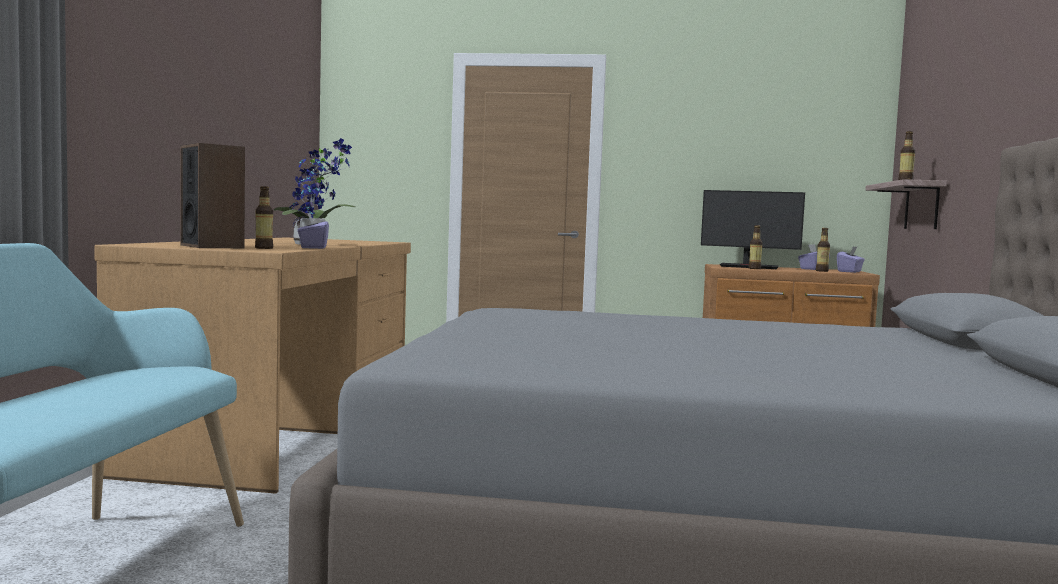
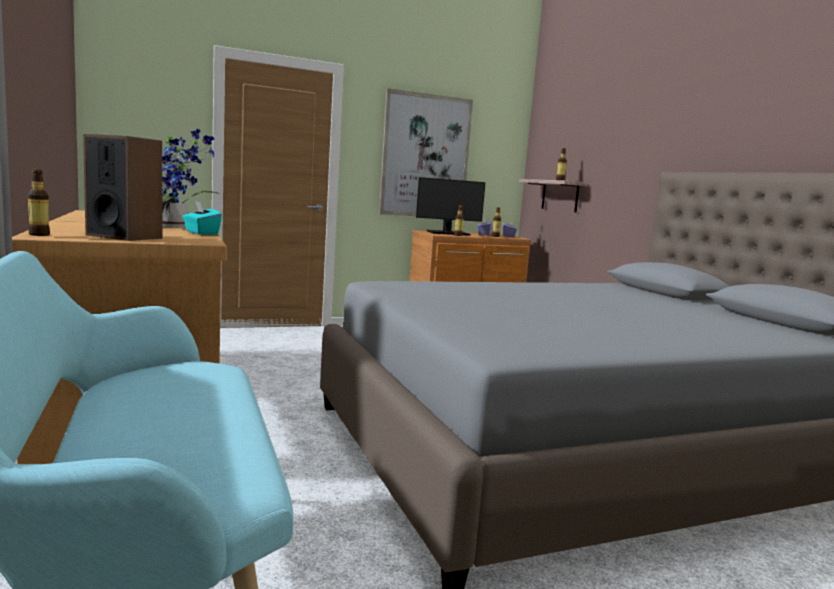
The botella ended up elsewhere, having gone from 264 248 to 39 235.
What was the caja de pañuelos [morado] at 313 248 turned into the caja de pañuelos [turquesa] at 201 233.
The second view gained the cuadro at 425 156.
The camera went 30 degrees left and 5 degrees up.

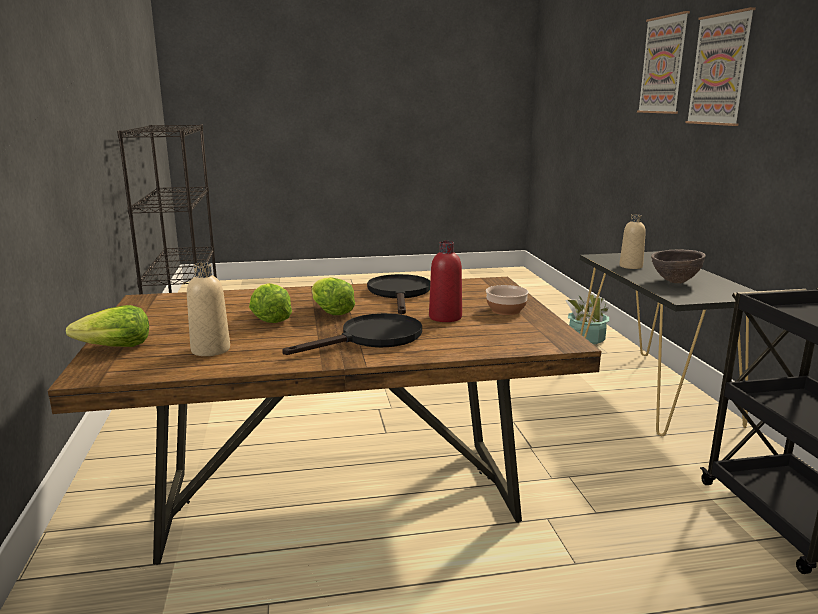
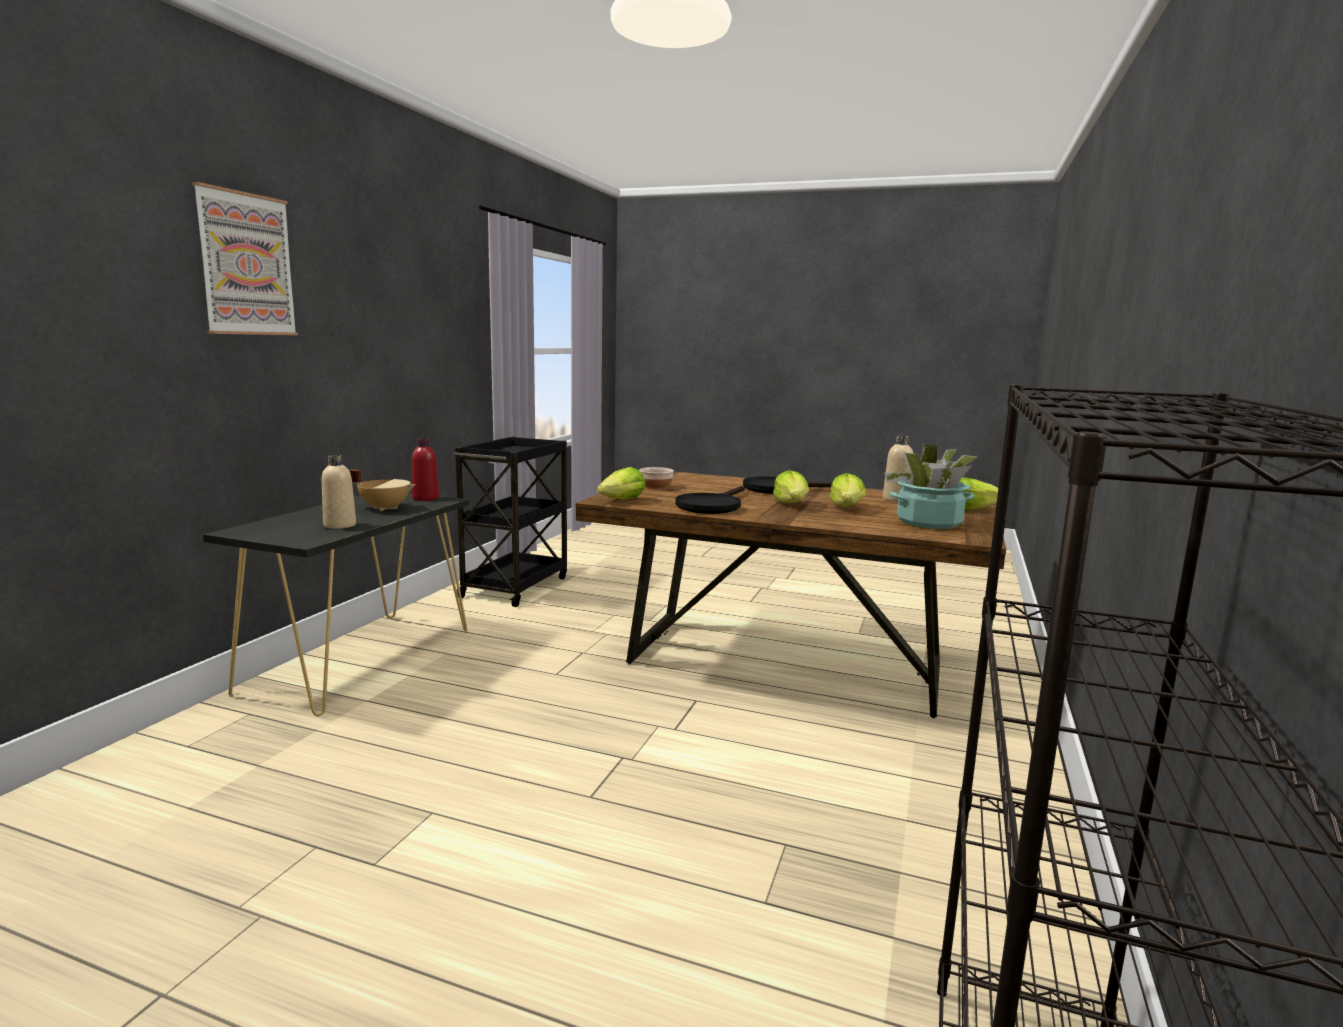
Where the cuenco [marrón] stood at 674 282, the olla [beis] came to stand at 385 508.
The botella [rojo] ended up elsewhere, having gone from 445 317 to 425 498.
The second view gained the lechuga at 622 500.
The planta en maceta ended up elsewhere, having gone from 586 338 to 929 522.
The second view lost the cuadro at 663 65.
The camera went 150 degrees left and 5 degrees down.

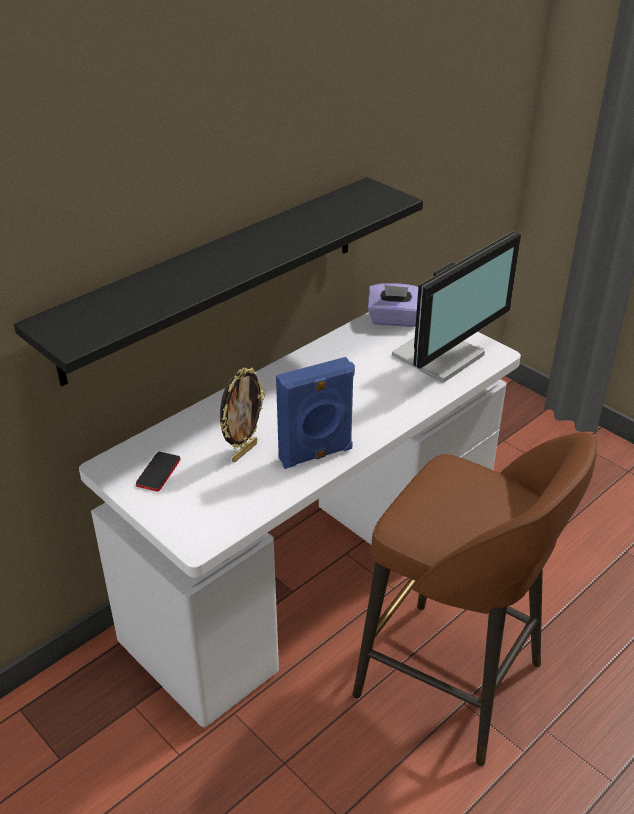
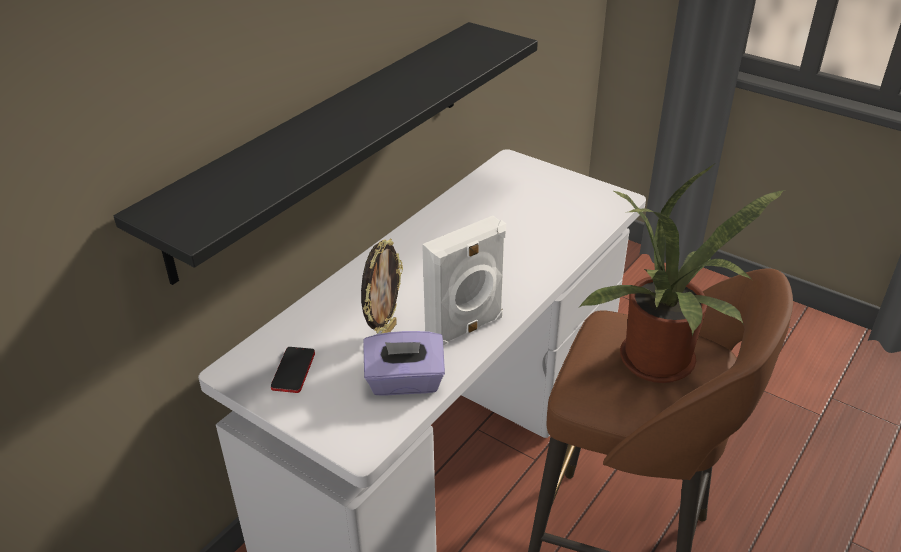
The caja de pañuelos [morado] ended up elsewhere, having gone from 394 319 to 405 382.
What was the altavoz [azul] at 316 455 turned into the altavoz [blanco] at 466 329.
The second view gained the planta en maceta at 660 366.
The second view lost the monitor at 442 356.
The camera went 10 degrees left and 0 degrees up.

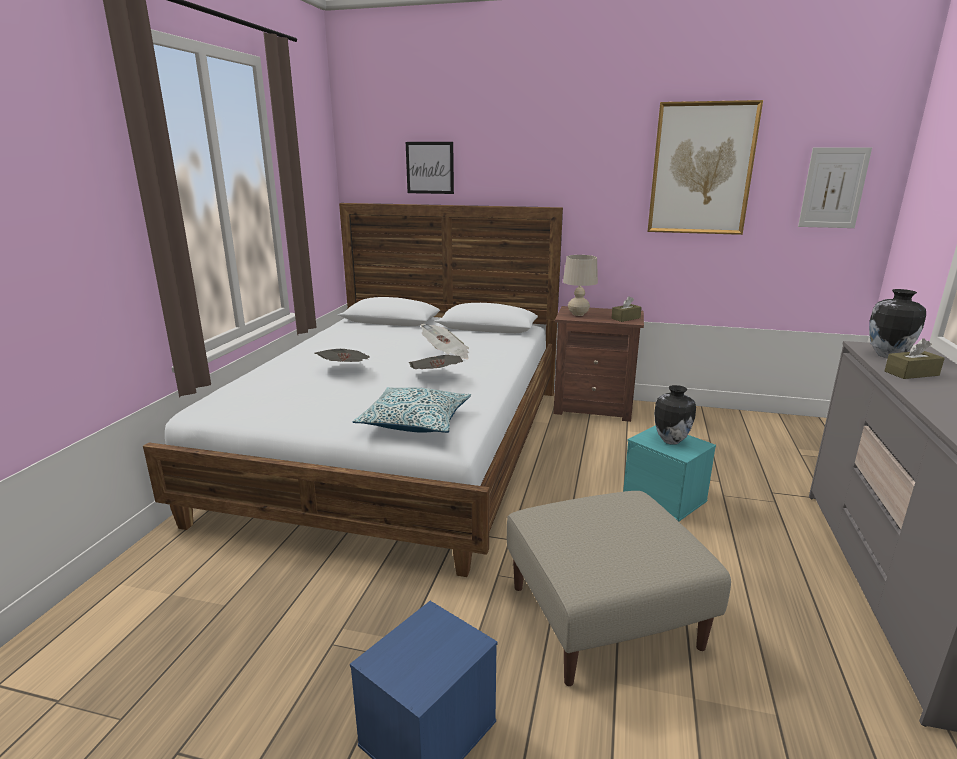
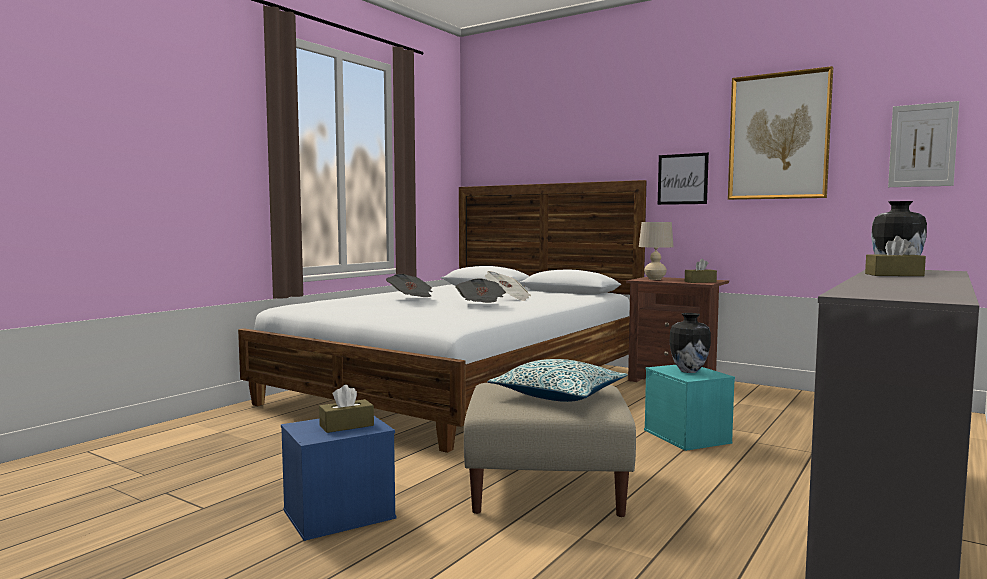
The second view gained the caja de pañuelos [marrón] at 346 425.
The cojín ended up elsewhere, having gone from 415 422 to 559 395.
The cuadro ended up elsewhere, having gone from 430 168 to 682 179.
The camera went 20 degrees right and 15 degrees down.

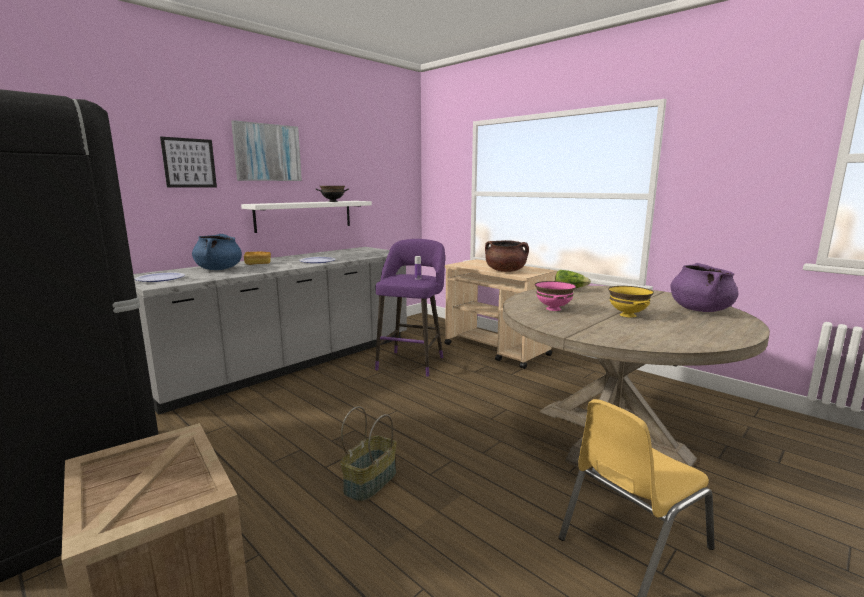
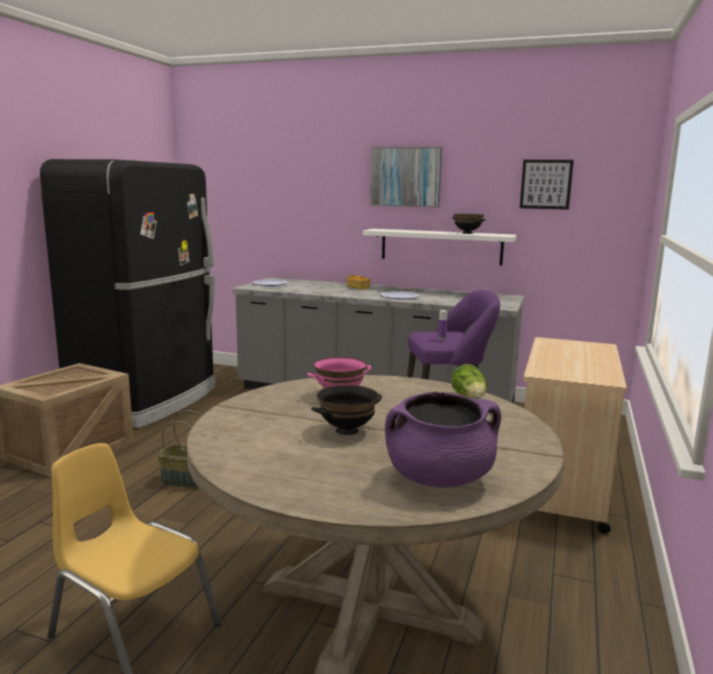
What was the cuenco [amarillo] at 628 315 turned into the cuenco [negro] at 347 431.
The cuadro ended up elsewhere, having gone from 189 163 to 546 184.
The second view lost the olla [azul] at 219 269.
The second view lost the olla [marrón] at 505 271.
The camera went 65 degrees right and 0 degrees up.

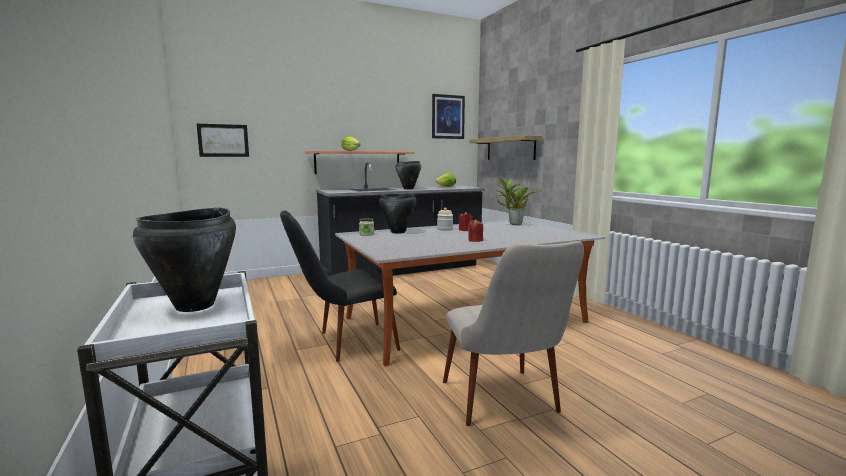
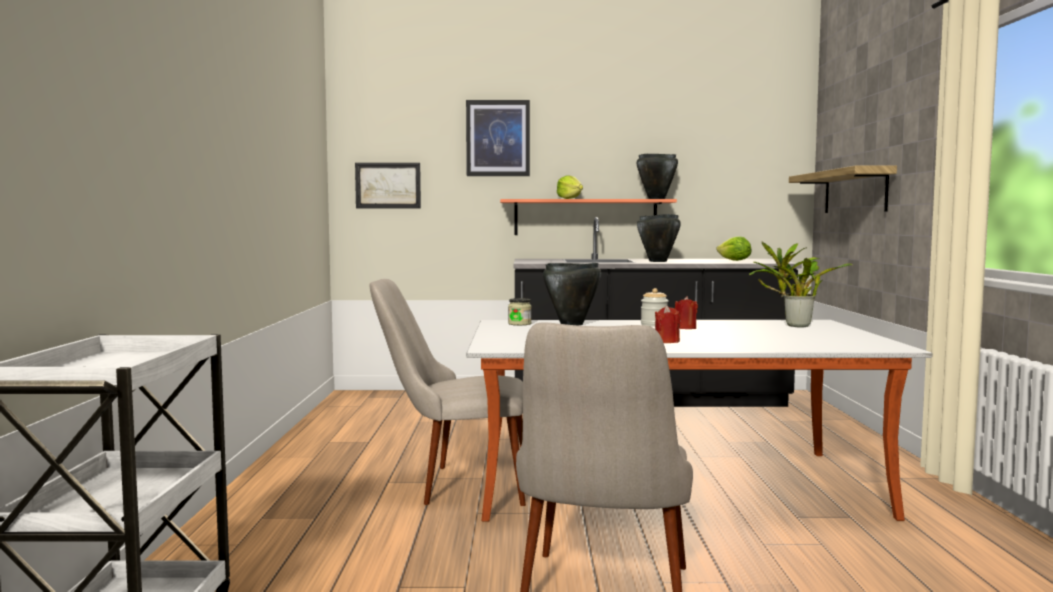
What was the silla [negro] at 343 343 turned into the silla [beis] at 455 485.
The cuadro ended up elsewhere, having gone from 448 117 to 498 138.
The olla [negro] ended up elsewhere, having gone from 196 306 to 657 199.
The camera went 25 degrees right and 5 degrees down.

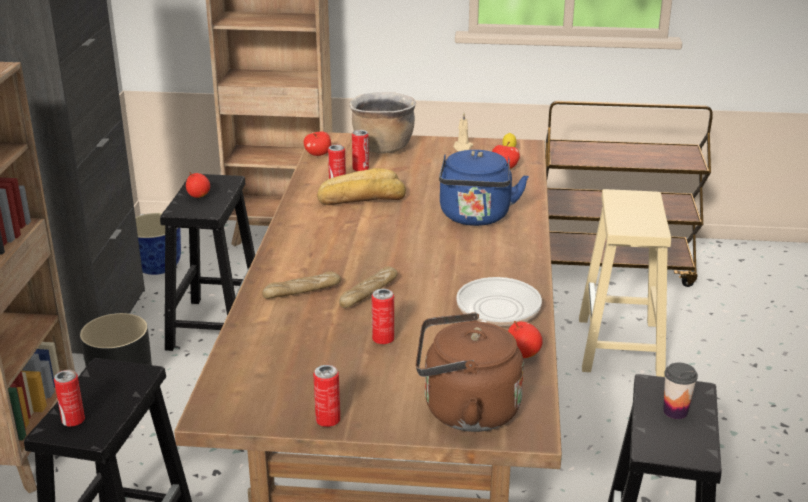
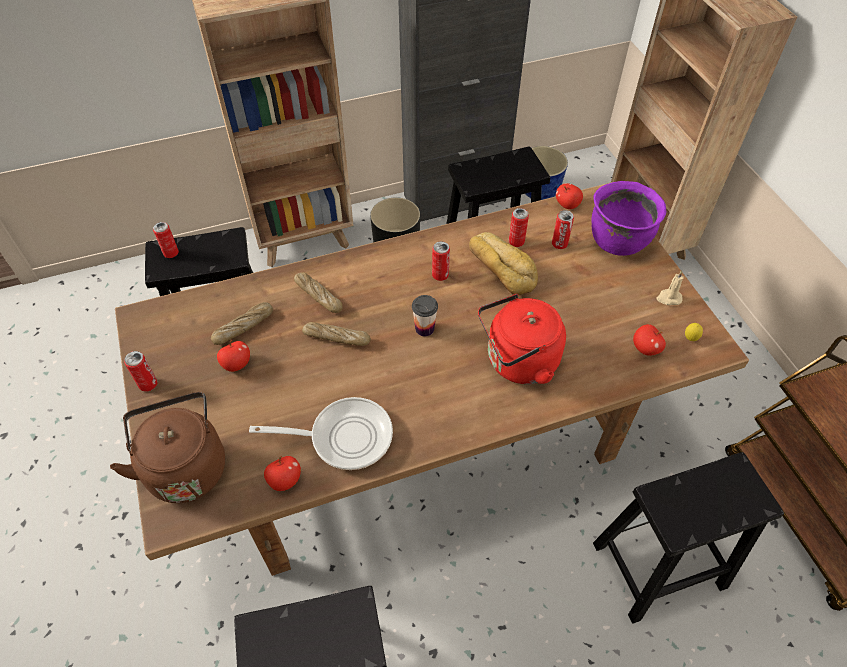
The second view gained the pan at 243 327.
The manzana ended up elsewhere, having gone from 198 196 to 236 364.
The taza ended up elsewhere, having gone from 675 412 to 424 328.
The lata ended up elsewhere, having gone from 383 339 to 440 275.
What was the hervidor [azul] at 475 217 turned into the hervidor [rojo] at 518 362.
What was the olla [marrón] at 382 147 turned into the olla [morado] at 618 241.
What was the taburete [beis] at 620 347 turned into the taburete [negro] at 657 566.
The camera went 65 degrees right and 25 degrees up.

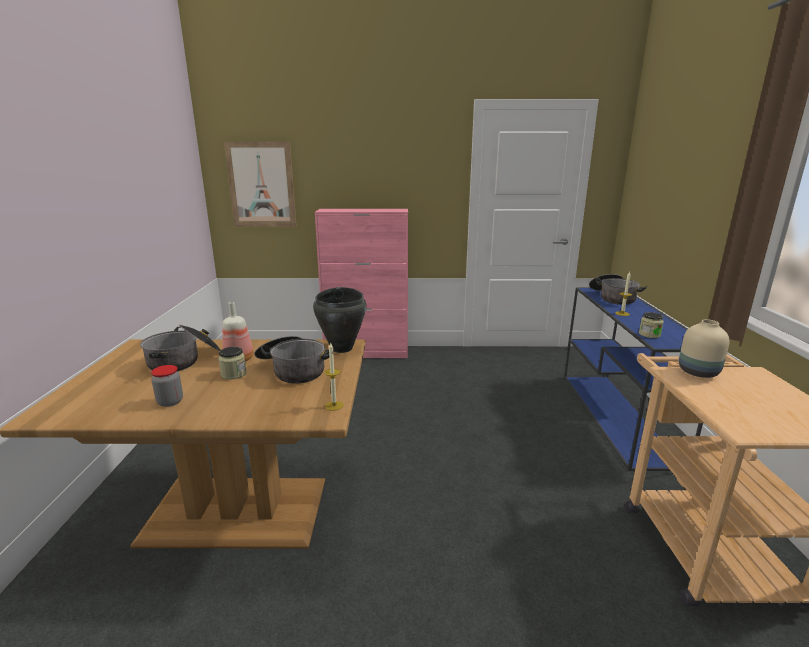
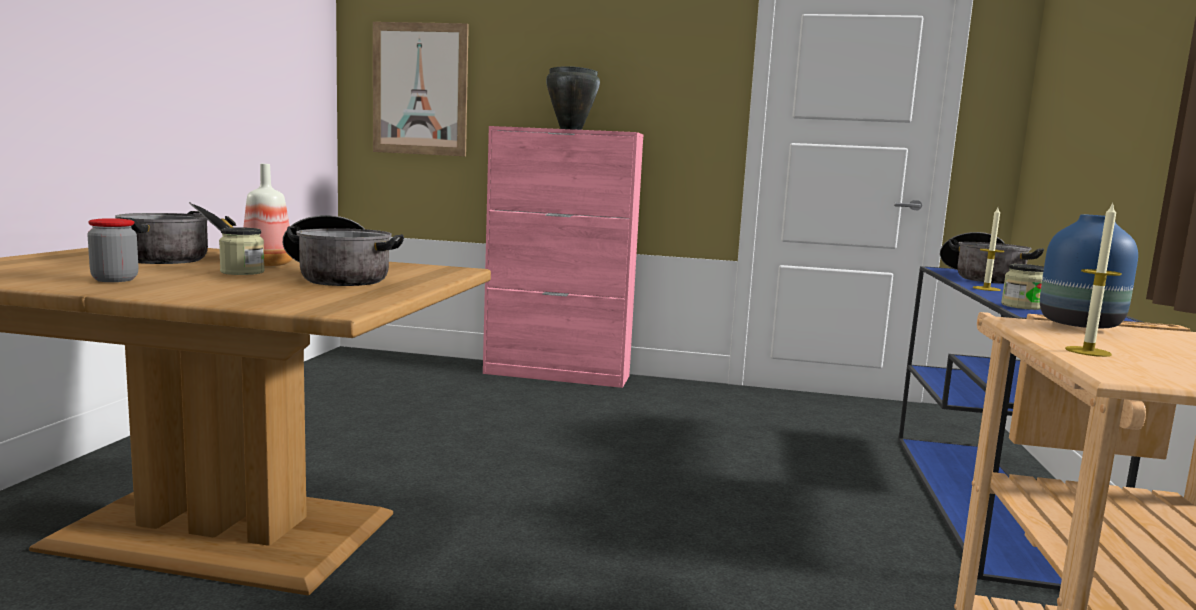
The olla [negro] ended up elsewhere, having gone from 342 348 to 571 129.
What was the florero [beis] at 698 372 turned into the florero [azul] at 1079 324.
The vela ended up elsewhere, having gone from 334 405 to 1088 351.
The camera went 10 degrees right and 10 degrees down.

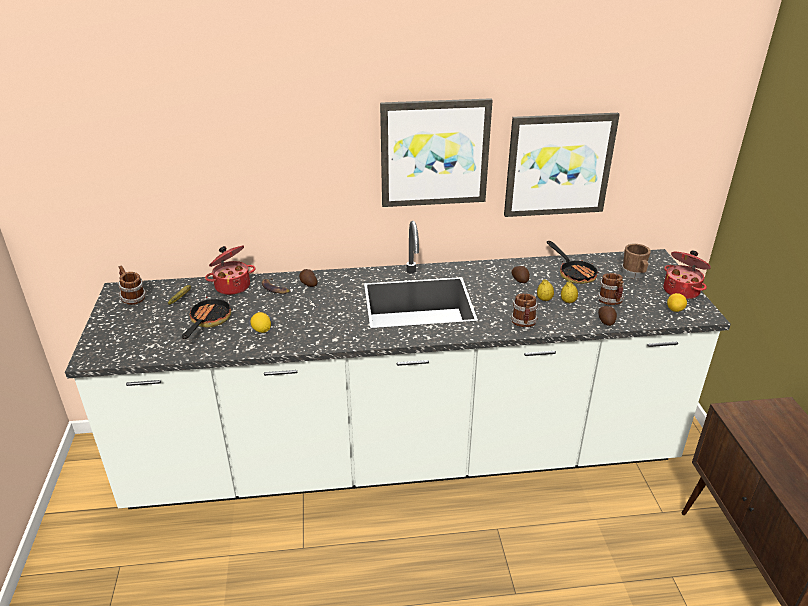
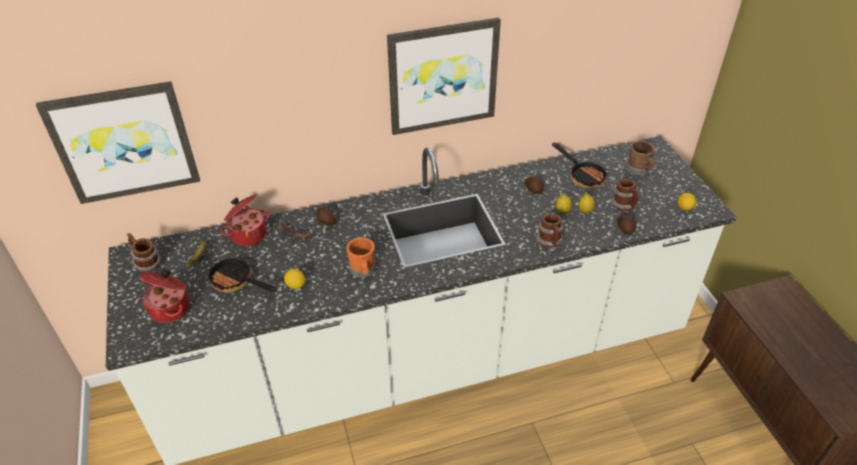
The cuadro ended up elsewhere, having gone from 558 165 to 124 142.
The olla ended up elsewhere, having gone from 682 291 to 171 308.
The sartén at 208 321 ended up facing another way, 60 degrees counterclockwise from before.
The second view gained the taza grande [naranja] at 363 270.
The camera went 10 degrees left and 10 degrees up.

